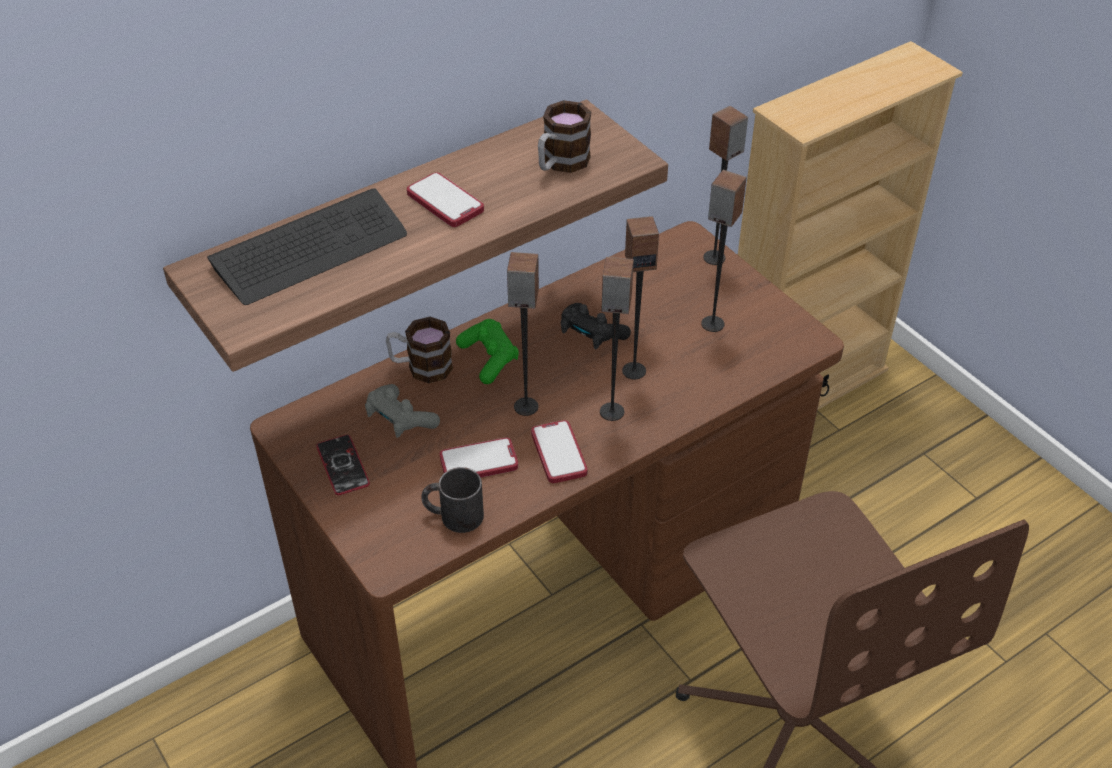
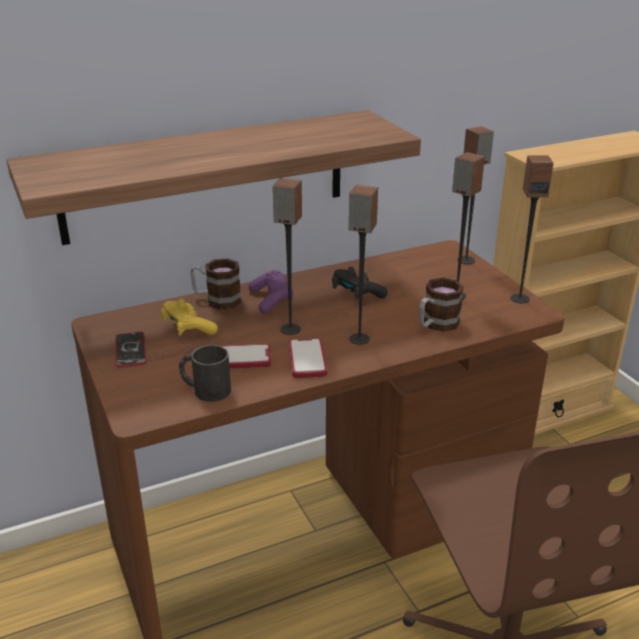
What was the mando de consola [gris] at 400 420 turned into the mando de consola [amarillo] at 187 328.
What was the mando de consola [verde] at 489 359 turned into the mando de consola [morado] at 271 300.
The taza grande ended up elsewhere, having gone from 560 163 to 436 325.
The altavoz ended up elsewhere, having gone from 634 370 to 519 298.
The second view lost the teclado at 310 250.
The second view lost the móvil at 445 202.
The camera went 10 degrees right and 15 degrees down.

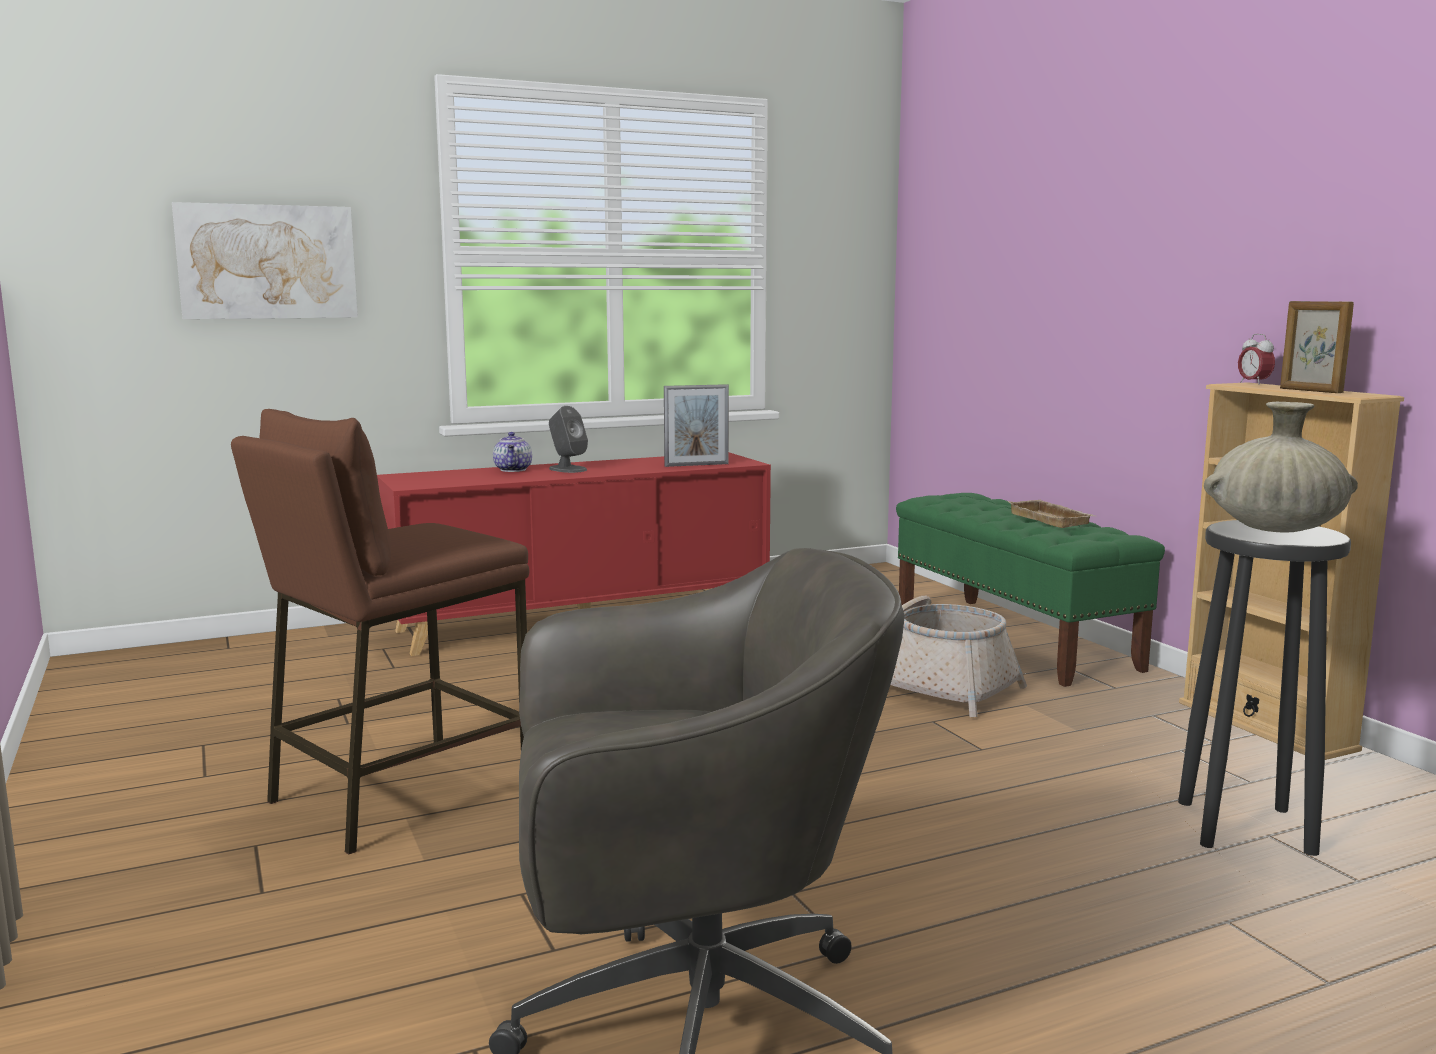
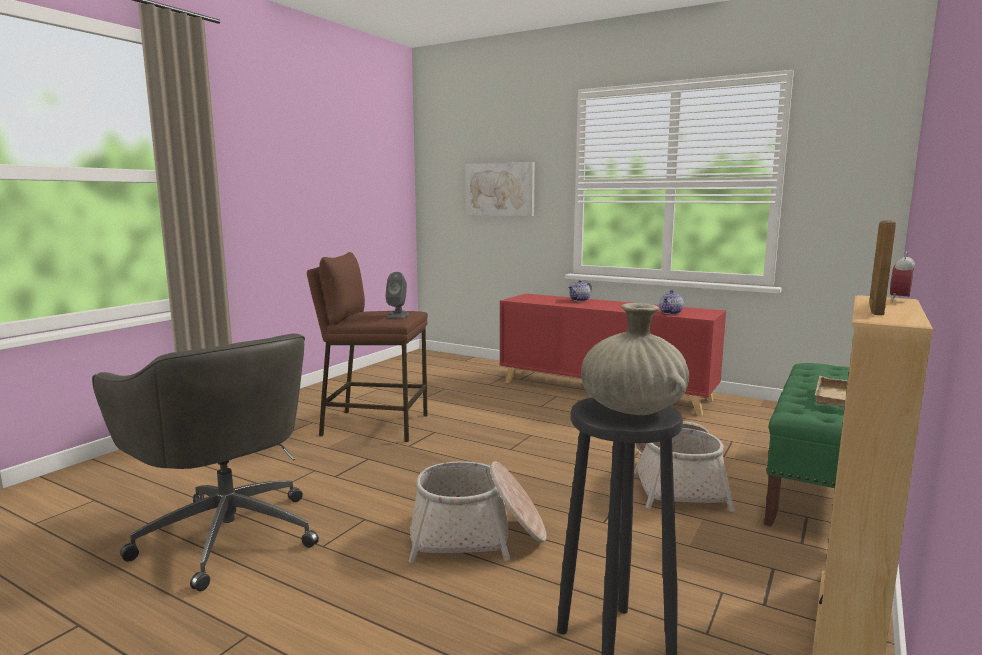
The altavoz [gris] ended up elsewhere, having gone from 567 469 to 398 315.
The second view gained the cesta at 477 536.
Where the portarretratos stood at 696 465, the tetera came to stand at 671 313.
The camera went 55 degrees right and 0 degrees up.

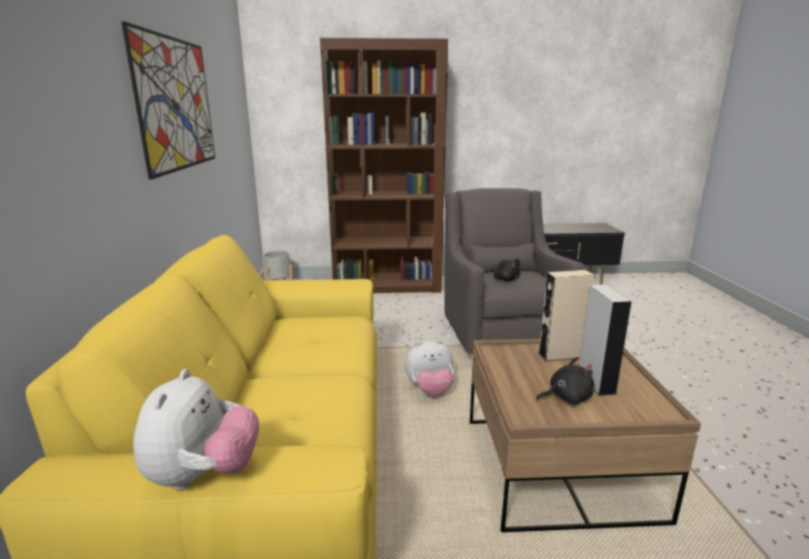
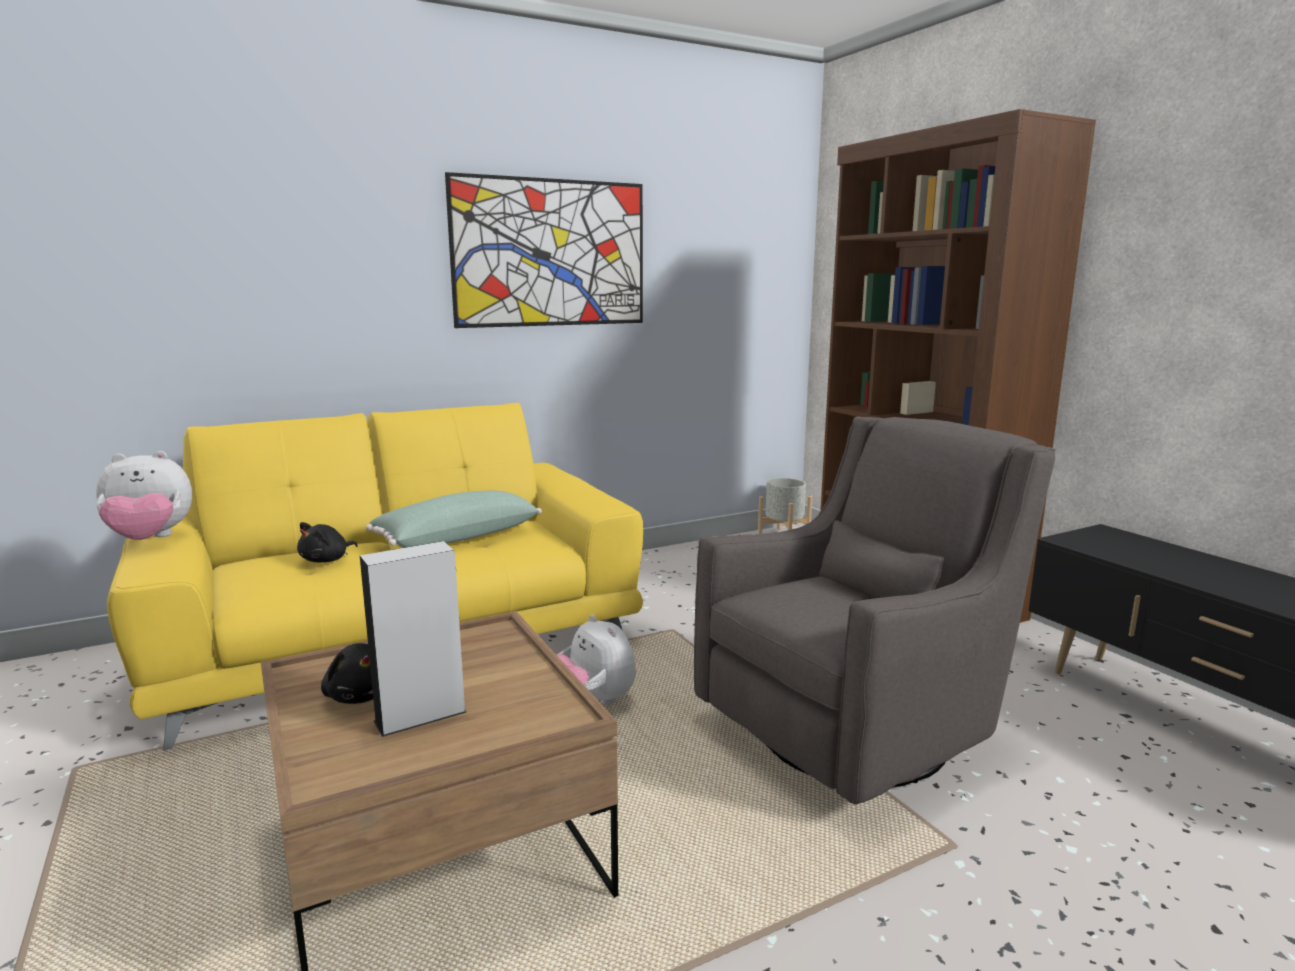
The peluche [negro] ended up elsewhere, having gone from 505 279 to 327 560.
The second view gained the cojín [verde] at 456 537.
The second view lost the altavoz [beis] at 561 355.
The camera went 65 degrees right and 5 degrees down.

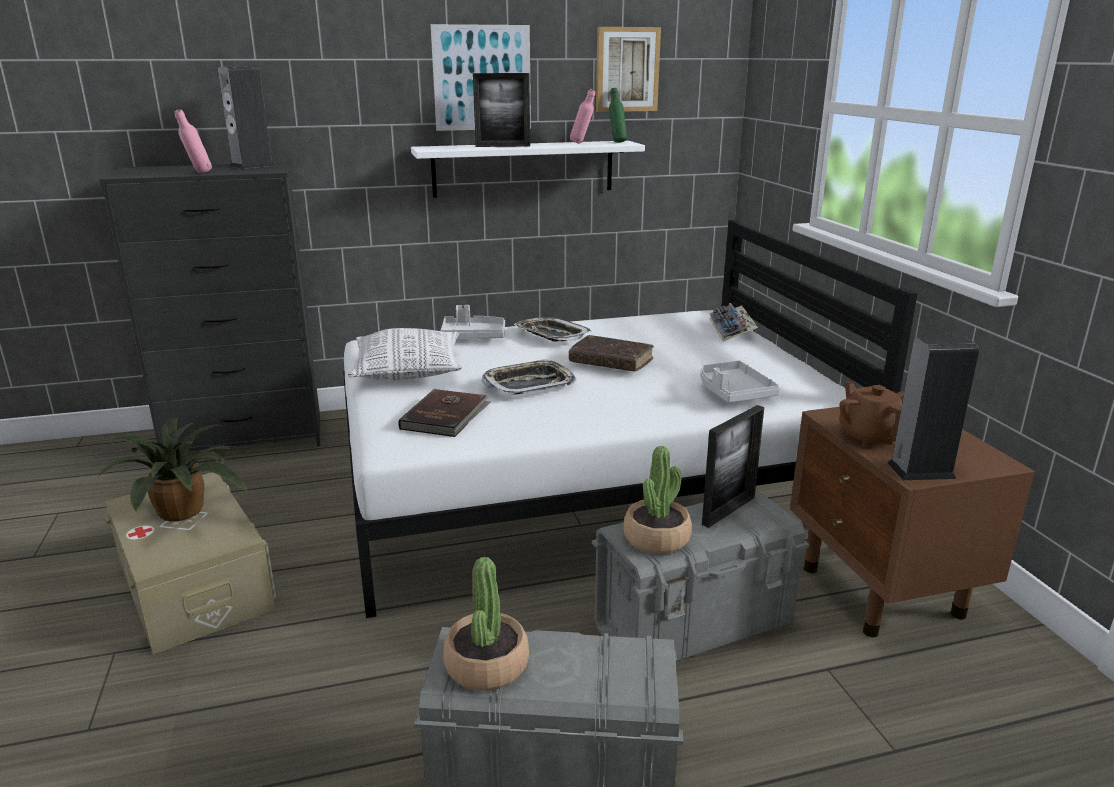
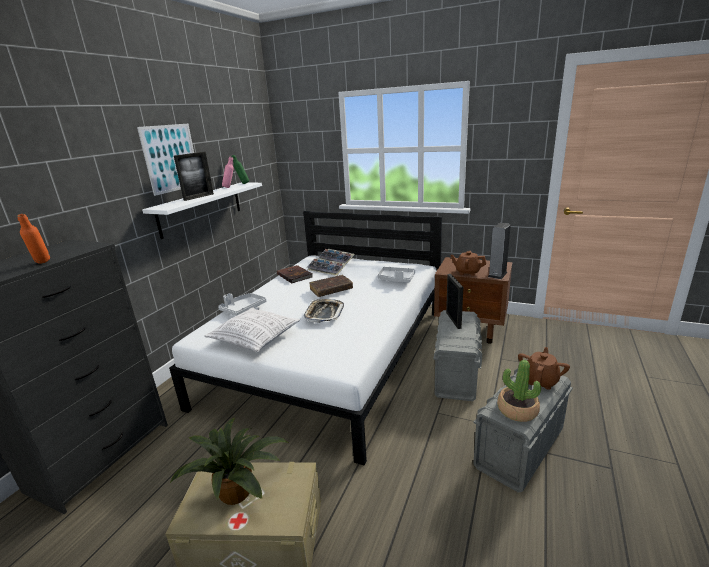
What was the botella [rosa] at 198 173 turned into the botella [naranja] at 42 264.
The libro [marrón] ended up elsewhere, having gone from 446 416 to 295 275.
The second view gained the teclado at 327 270.
The second view gained the tetera [marrón] at 540 380.
The second view lost the altavoz at 252 166.
The second view lost the bandeja at 551 335.
The second view lost the cuadro at 627 69.
The second view lost the planta en maceta at 657 539.
The camera went 50 degrees left and 0 degrees up.

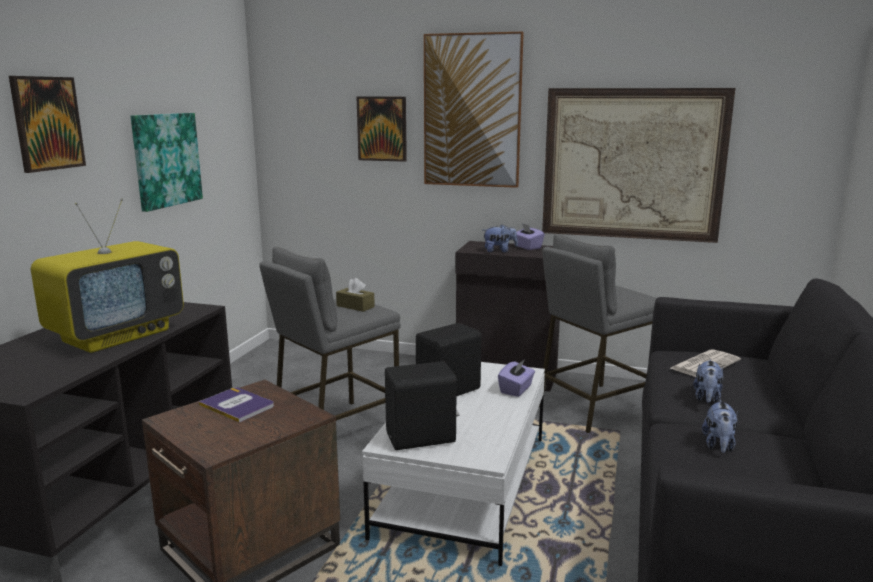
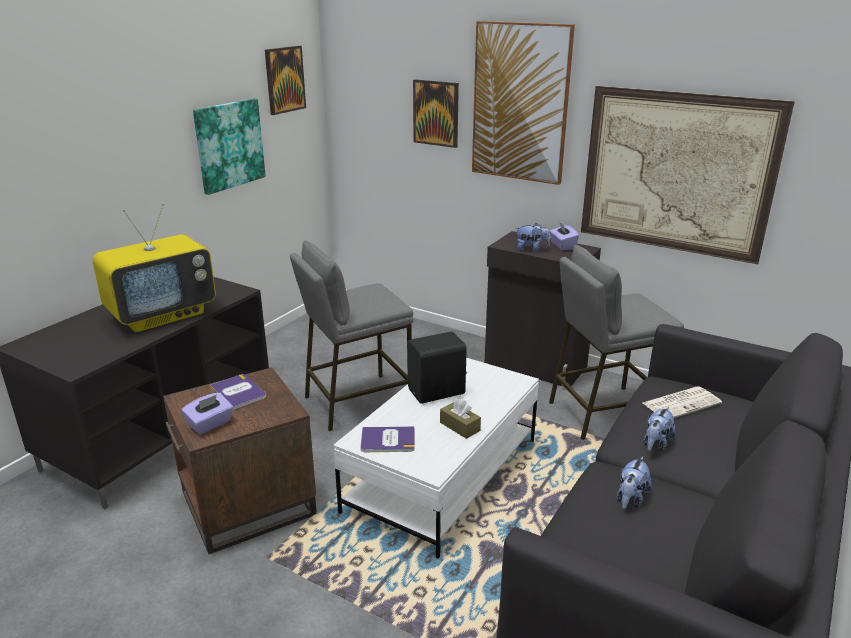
The caja de pañuelos [morado] ended up elsewhere, having gone from 516 389 to 210 424.
The cuadro ended up elsewhere, having gone from 47 123 to 284 79.
Where the altavoz [negro] stood at 422 439, the libro came to stand at 388 440.
The caja de pañuelos [marrón] ended up elsewhere, having gone from 355 306 to 460 426.
The camera went 15 degrees right and 10 degrees up.

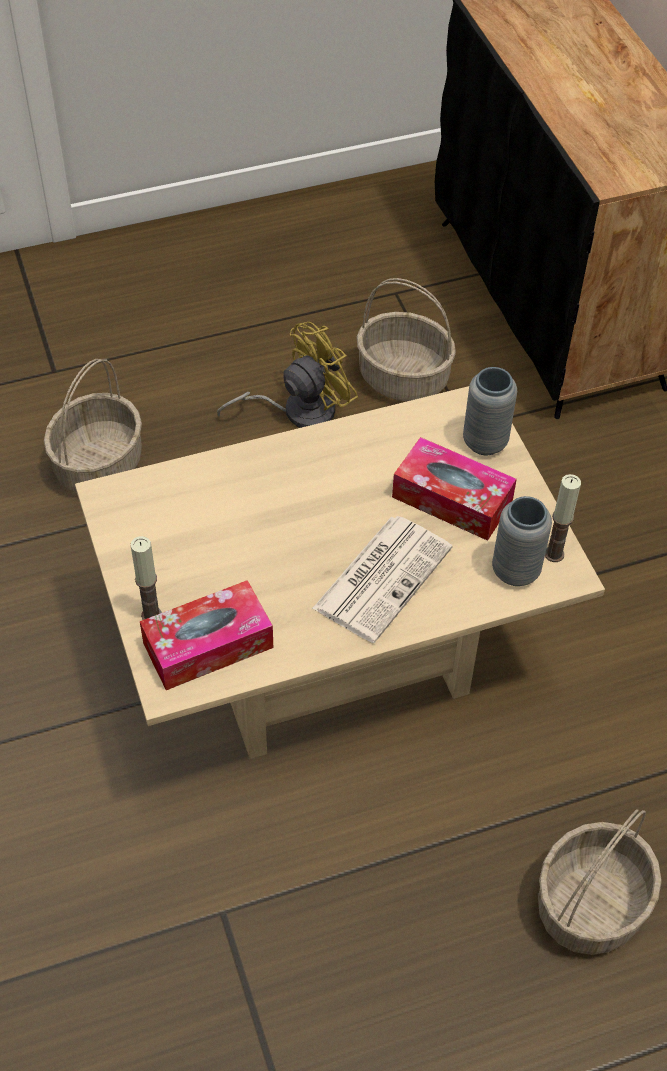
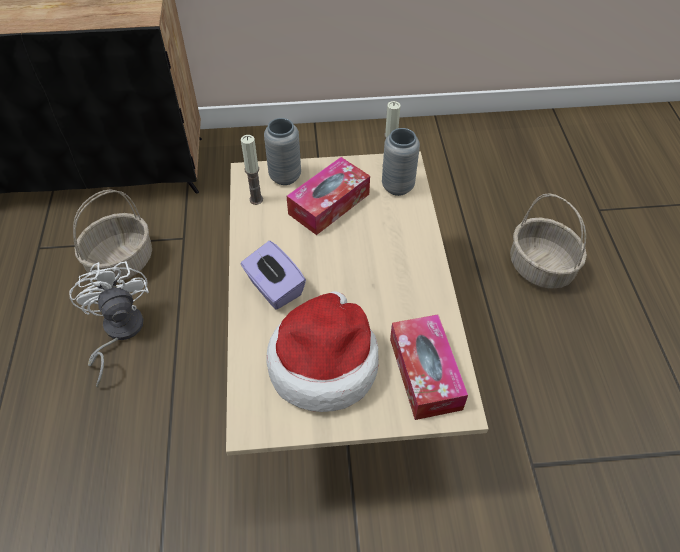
What was the ventilador [amarillo] at 298 410 turned into the ventilador [blanco] at 118 332.
The vela ended up elsewhere, having gone from 151 615 to 256 199.
The second view gained the caja de pañuelos [morado] at 274 288.
The second view gained the sombrero at 323 362.
The second view lost the cesta at 98 463.
The second view lost the periódico at 383 576.
The camera went 75 degrees left and 0 degrees up.

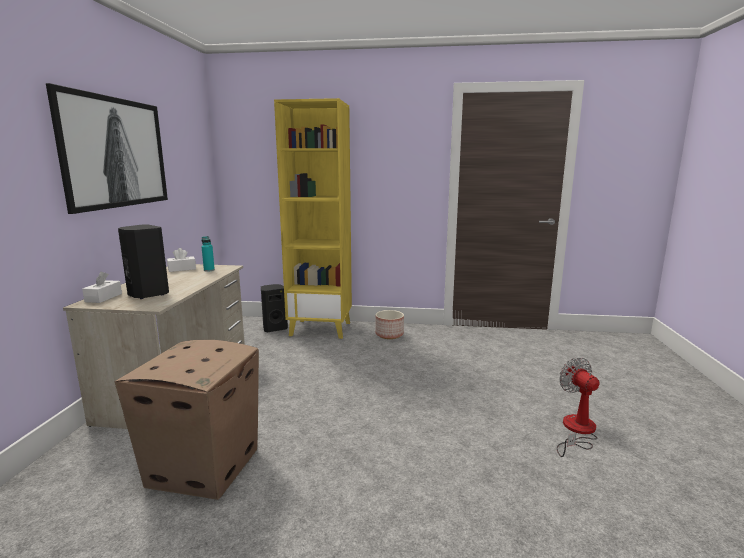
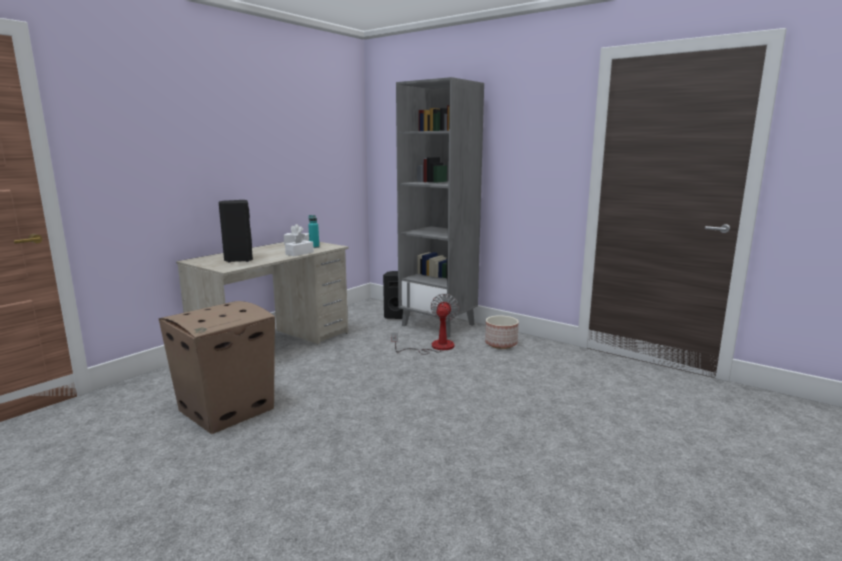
The caja de pañuelos [blanco] ended up elsewhere, having gone from 103 298 to 299 253.
The ventilador ended up elsewhere, having gone from 576 431 to 434 347.
What was the estantería [amarillo] at 321 329 turned into the estantería [gris] at 439 325.
The second view lost the cuadro at 115 152.
The camera went 30 degrees right and 0 degrees up.

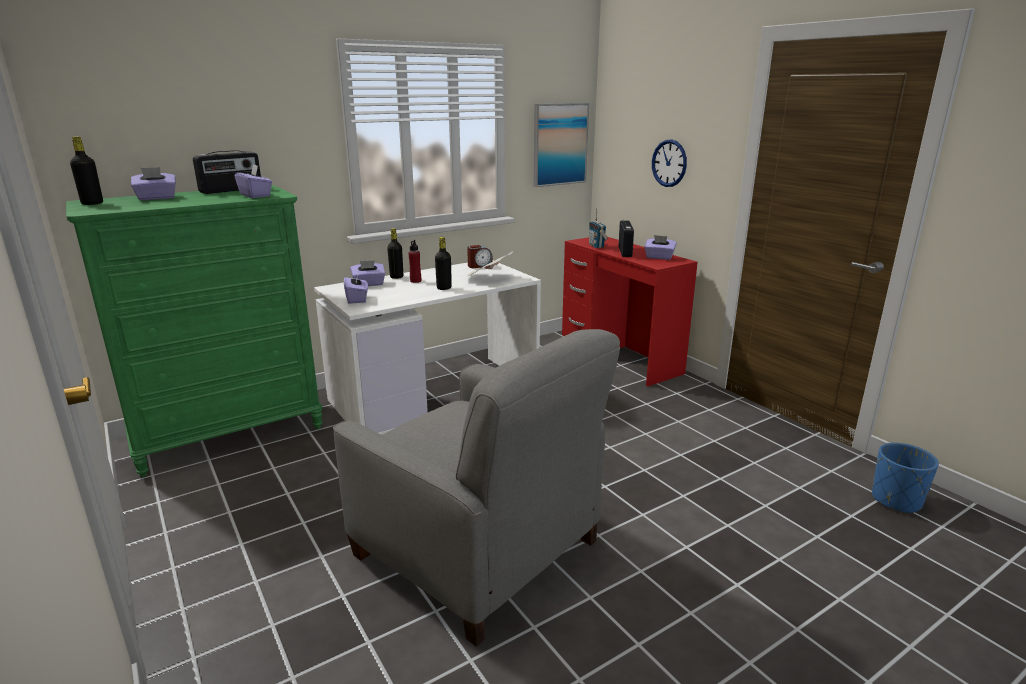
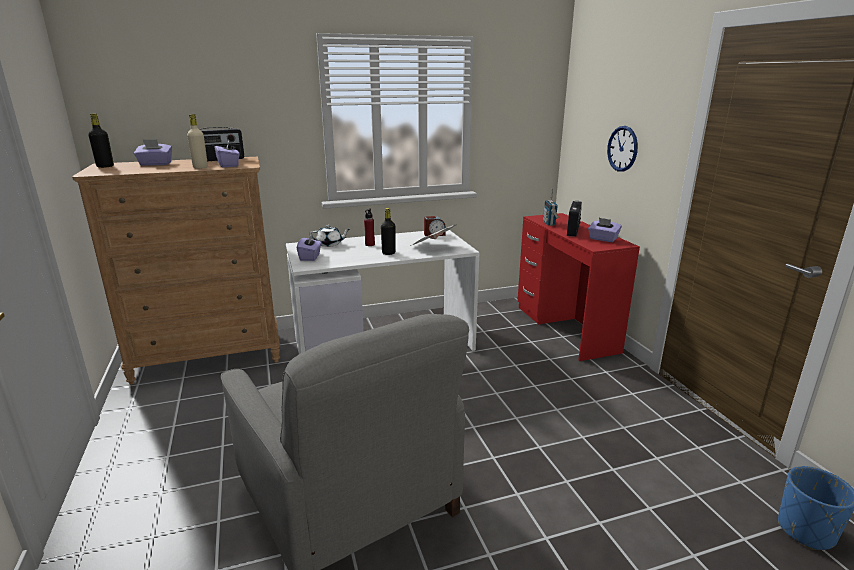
What was the cómoda [verde] at 229 433 turned into the cómoda [marrón] at 209 356.
The second view gained the botella [beis] at 200 167.
Where the caja de pañuelos [morado] stood at 369 284, the tetera [blanco] came to stand at 330 244.
The second view lost the botella [negro] at 396 277.
The second view lost the cuadro at 559 144.
The camera went 15 degrees right and 0 degrees up.

